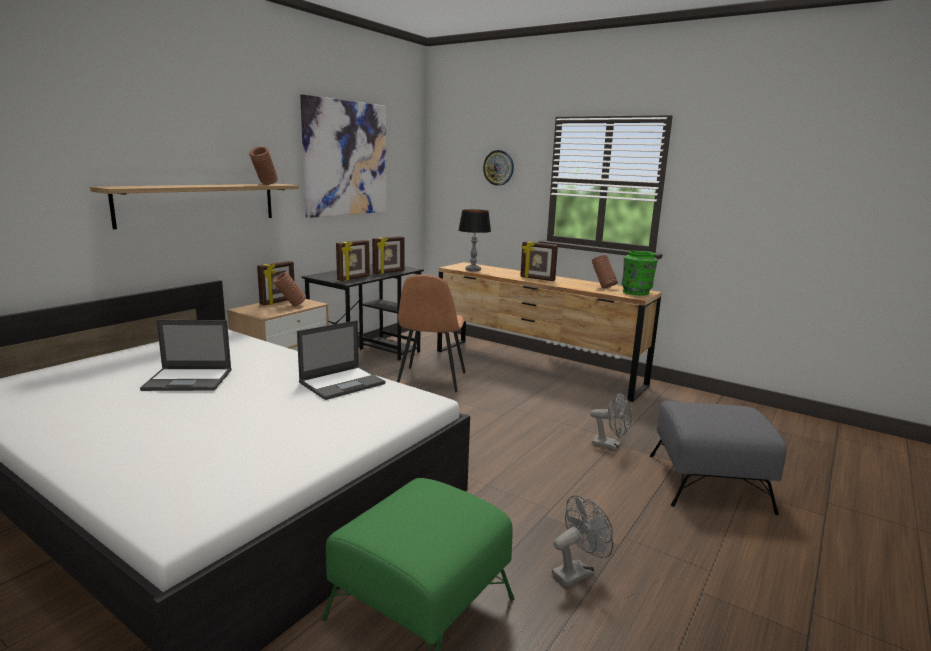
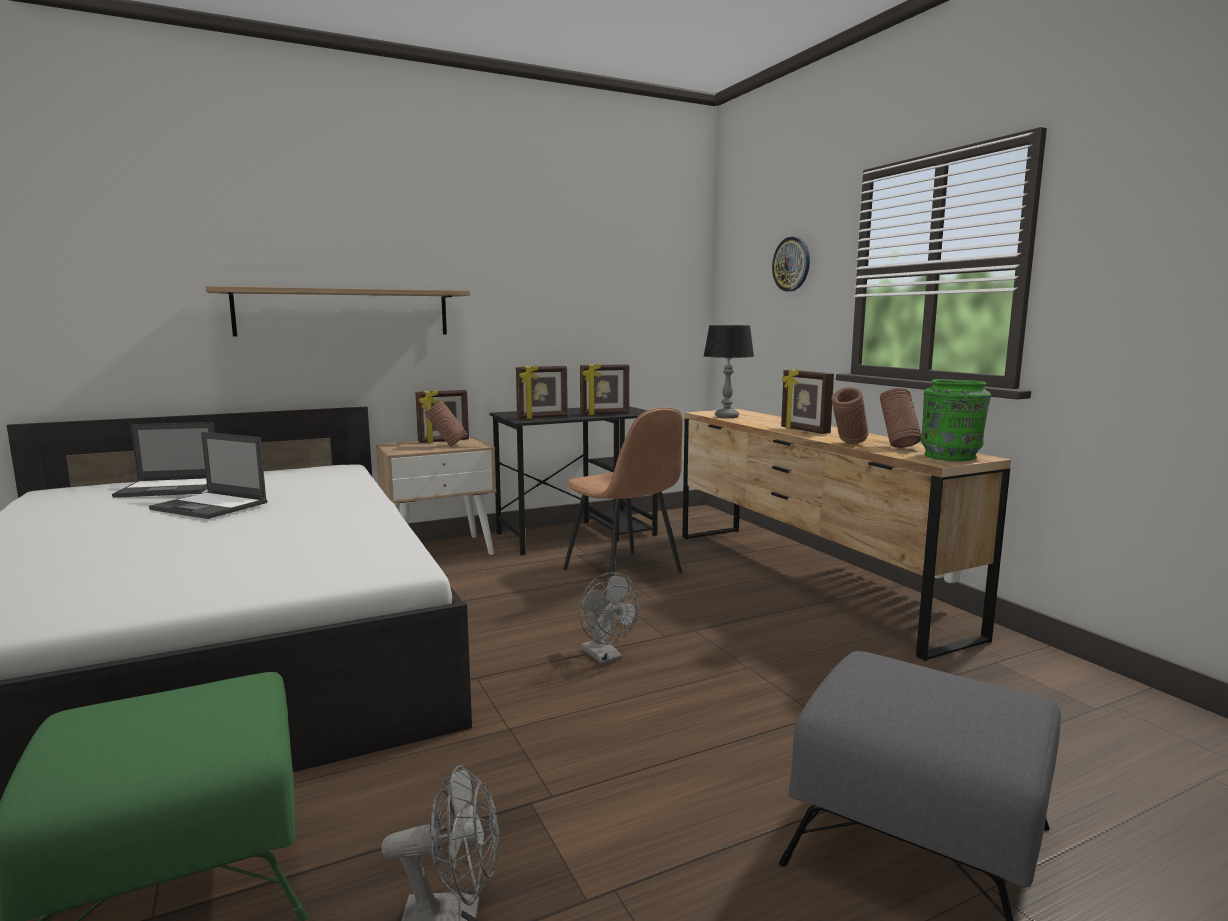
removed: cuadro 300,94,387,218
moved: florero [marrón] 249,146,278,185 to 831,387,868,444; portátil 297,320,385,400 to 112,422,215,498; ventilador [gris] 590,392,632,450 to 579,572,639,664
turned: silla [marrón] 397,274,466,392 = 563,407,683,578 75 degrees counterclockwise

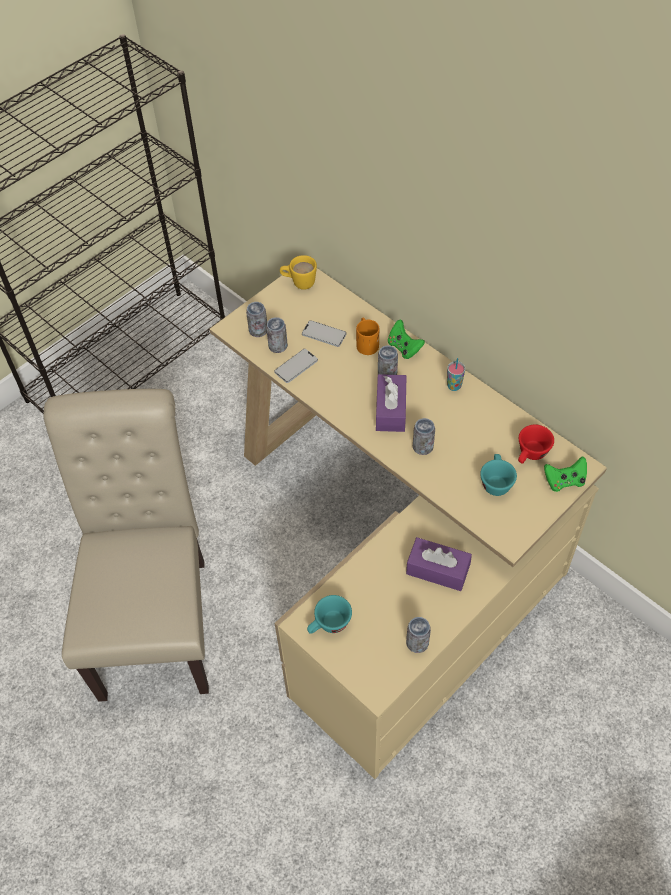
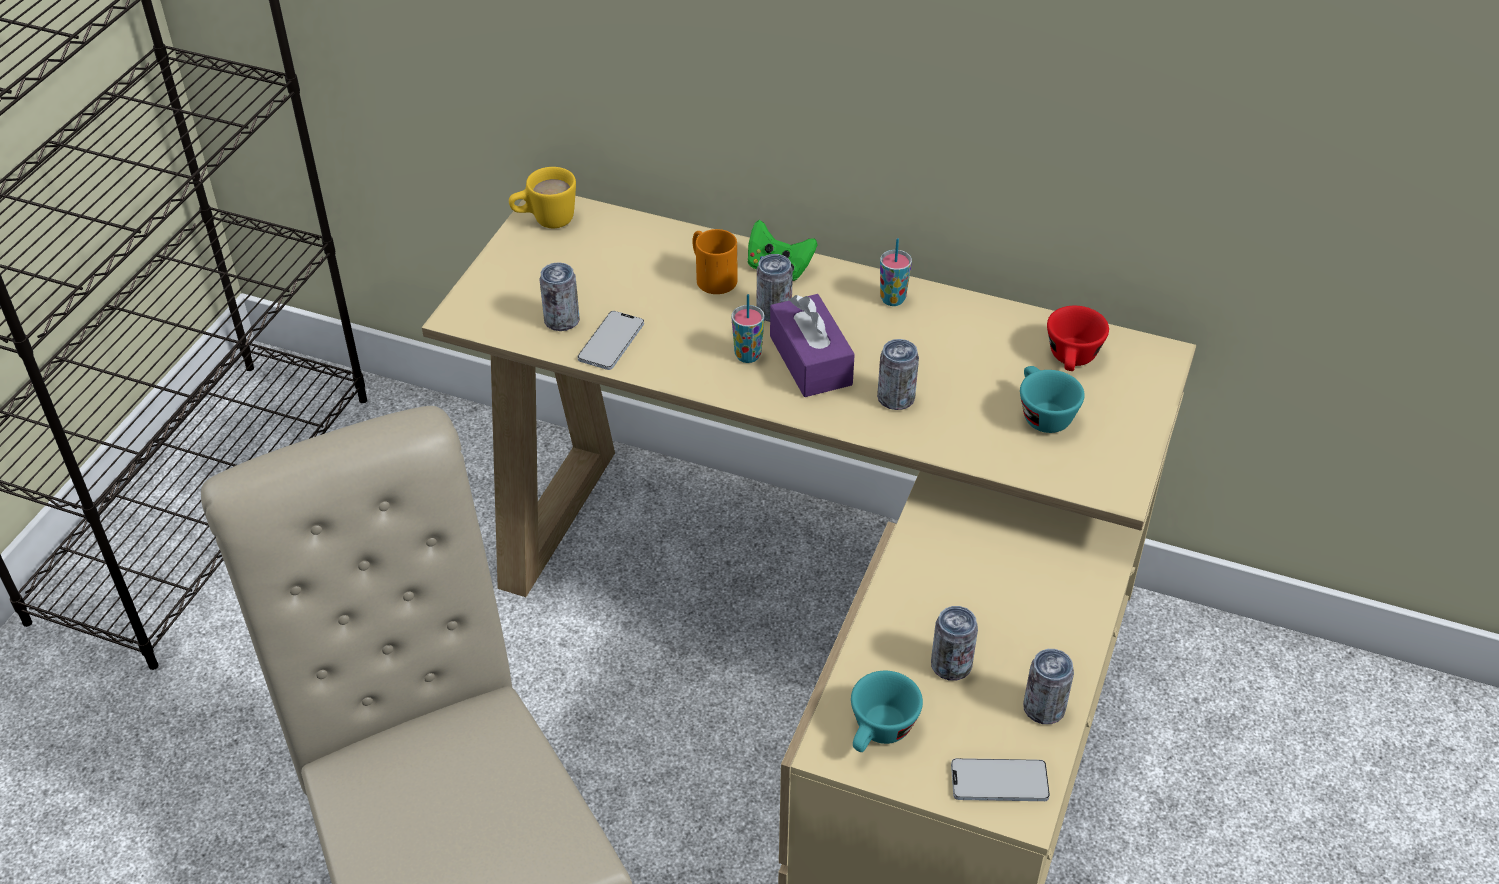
removed: caja de pañuelos [morado] 406,537,472,591; mando de consola [verde] 544,456,587,492
added: taza 731,294,765,363
moved: lata 246,302,267,337 to 931,606,978,681; móvil 302,320,347,347 to 951,758,1050,801

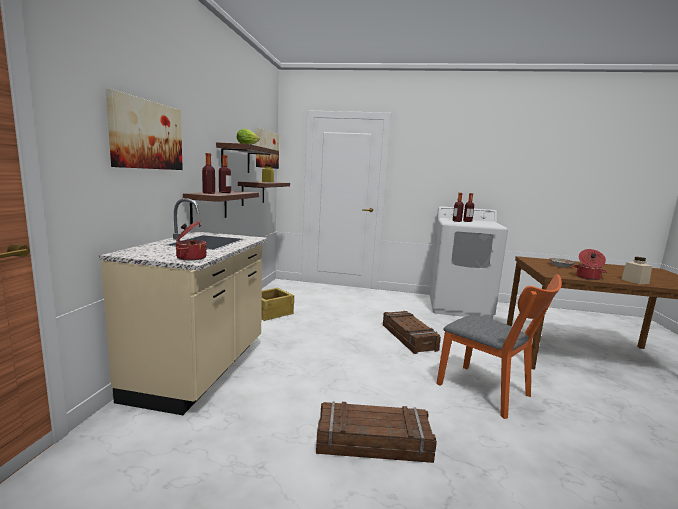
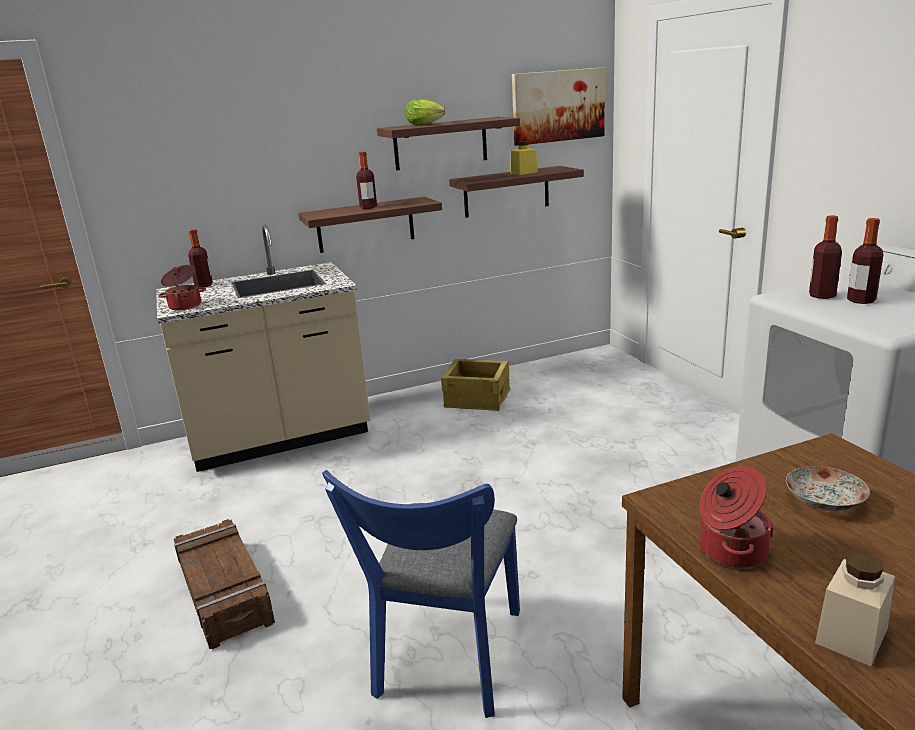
removed: cuadro 106,89,183,170; caja de embalaje 383,311,441,354
moved: botella 202,153,215,194 to 188,229,213,287
recoloured: silla [naranja] 436,274,562,419 to silla [azul] 322,470,520,718

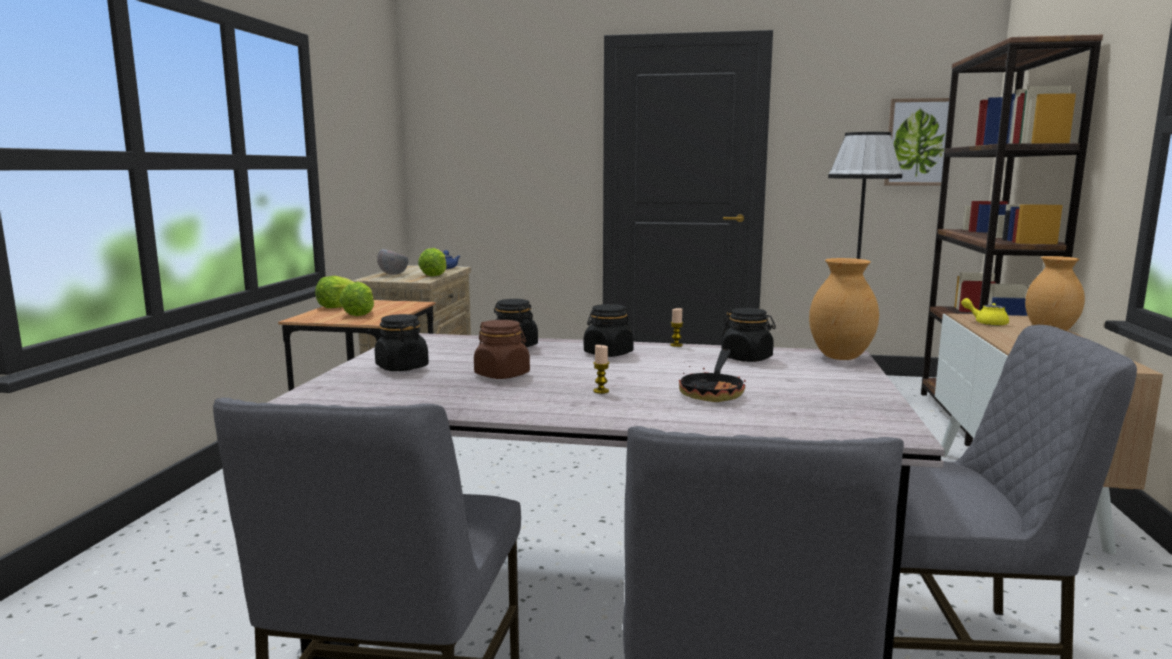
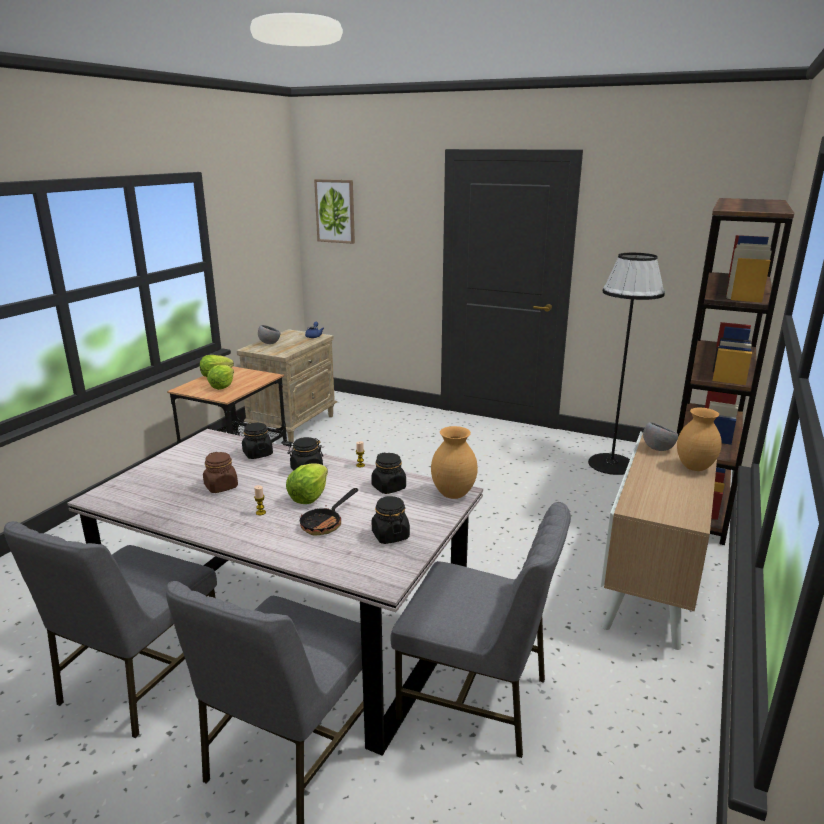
moved: tarro [negro] 375,314,429,371 to 372,496,410,544; lechuga 418,248,447,276 to 286,463,328,504; cuadro 884,98,949,186 to 314,179,355,244
replaced: tetera [amarillo] 961,298,1009,326 to cuenco [gris] 643,422,678,451

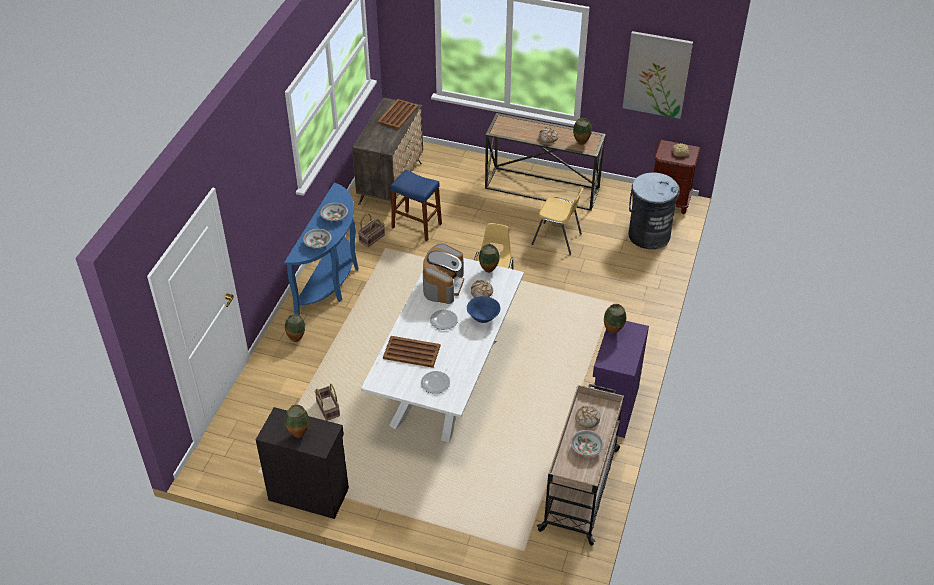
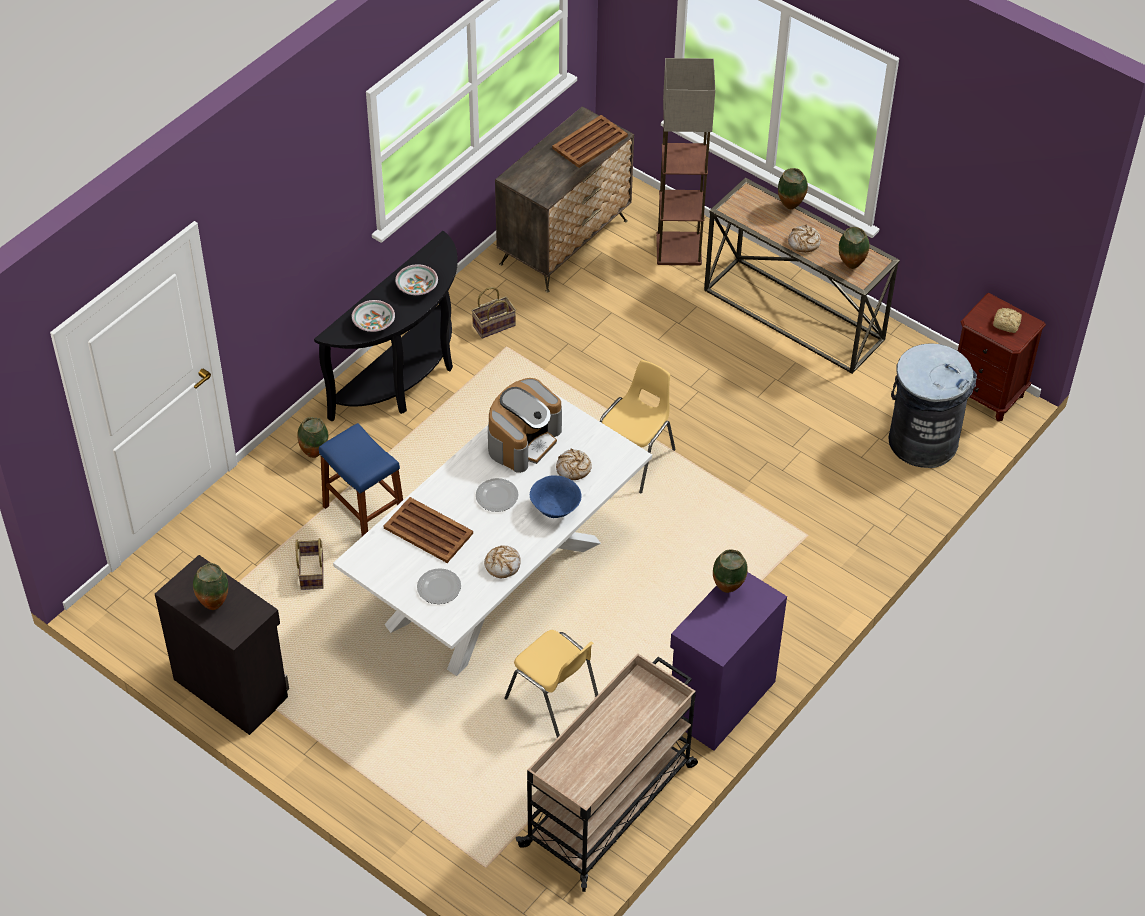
removed: cuenco 571,430,604,456; cuadro 623,31,693,119
added: lámpara de pie 656,58,715,266
moved: taburete [azul] 391,169,442,241 to 319,423,403,536; florero 479,244,500,273 to 778,168,808,209; silla [amarillo] 532,188,583,255 to 504,630,598,738; pan 575,406,600,428 to 484,545,521,578
recoloured: mesa consola [azul] 284,183,358,315 to mesa consola [negro] 314,231,458,422

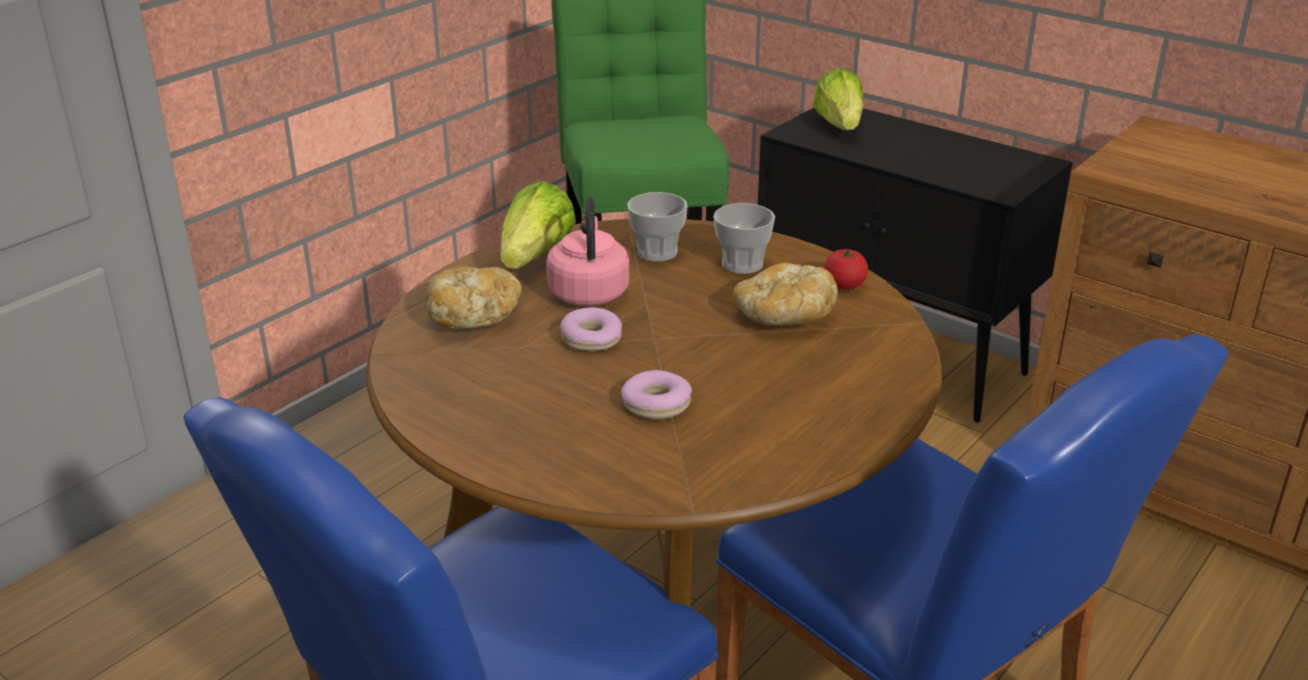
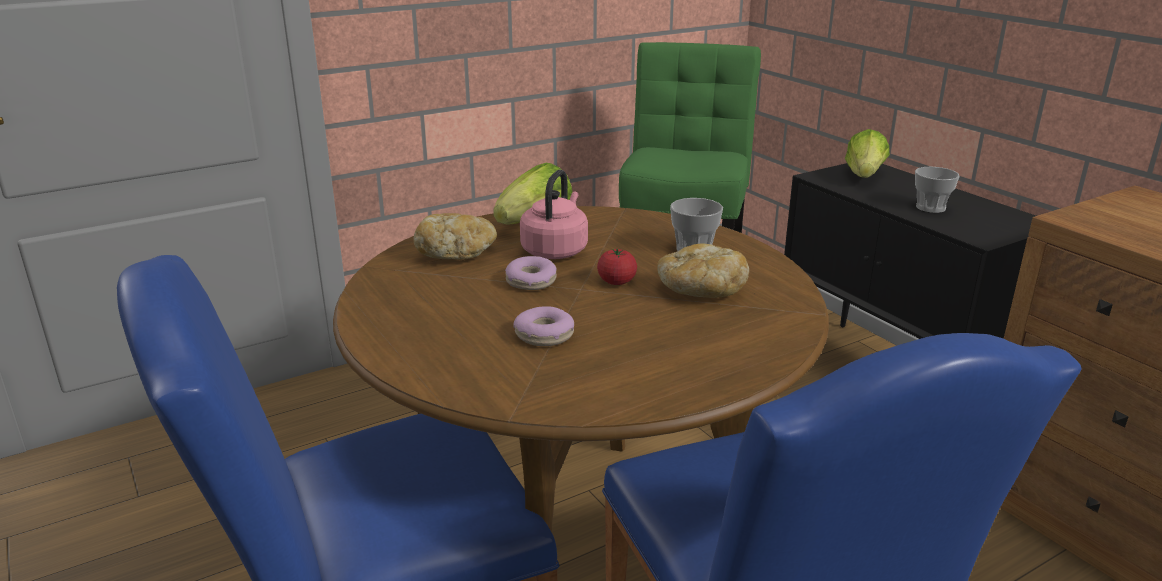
moved: taza 627,192,688,262 to 915,167,960,213; tomate 824,249,868,290 to 597,249,637,285

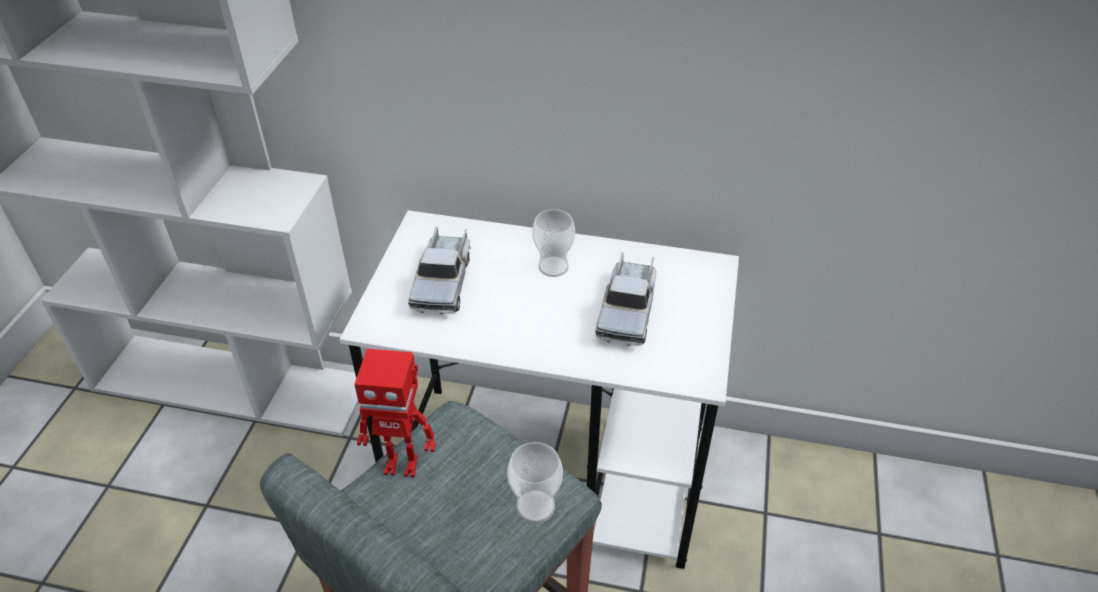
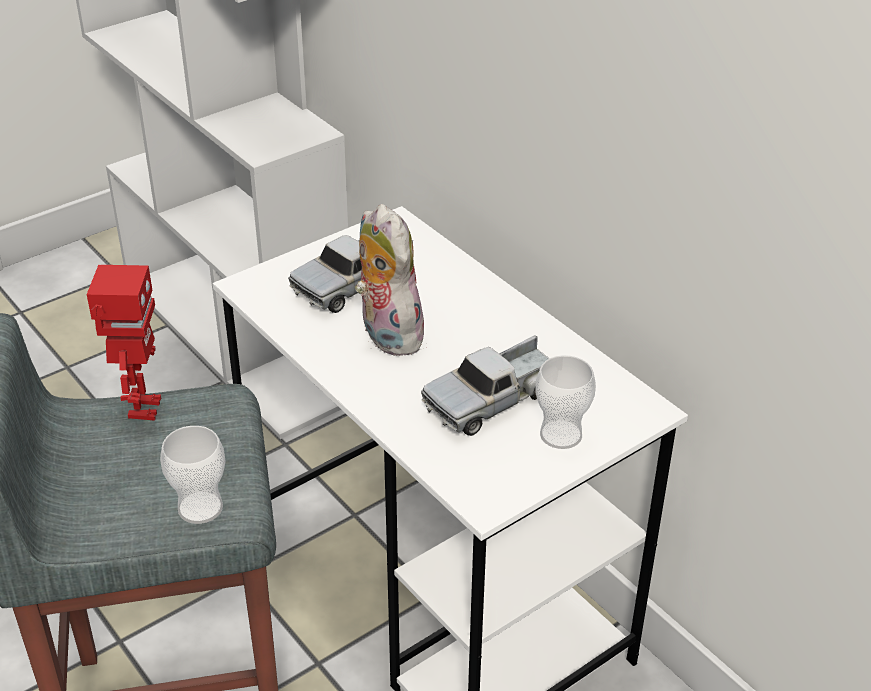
added: peluche 355,204,428,356
moved: taza 532,209,575,277 to 535,355,596,449
turned: robot de juguete 354,349,436,478 = 87,265,161,421 135 degrees counterclockwise

